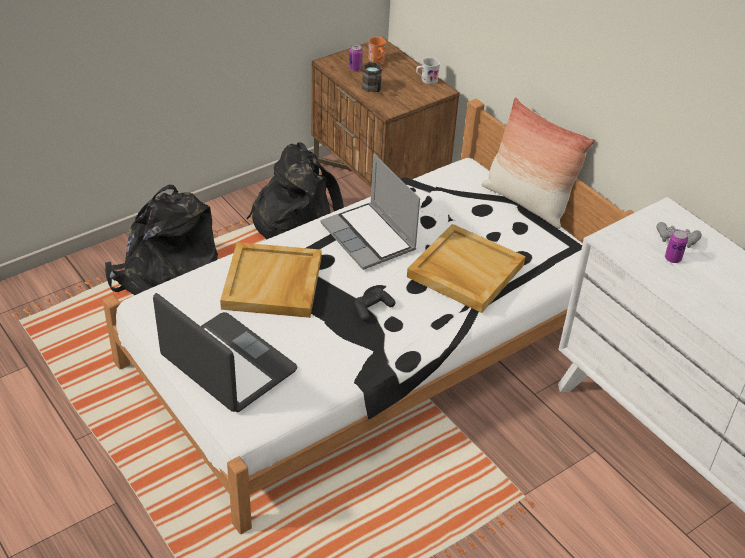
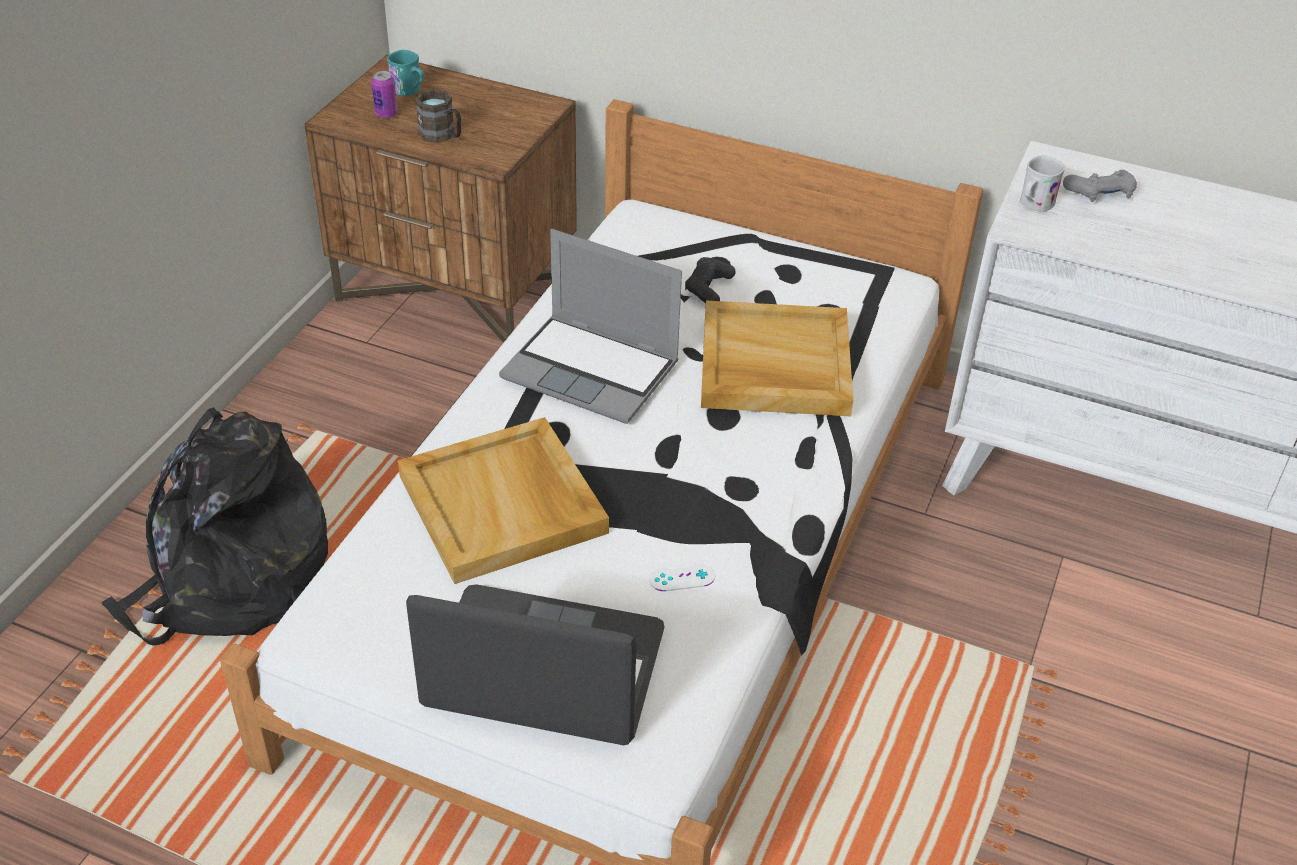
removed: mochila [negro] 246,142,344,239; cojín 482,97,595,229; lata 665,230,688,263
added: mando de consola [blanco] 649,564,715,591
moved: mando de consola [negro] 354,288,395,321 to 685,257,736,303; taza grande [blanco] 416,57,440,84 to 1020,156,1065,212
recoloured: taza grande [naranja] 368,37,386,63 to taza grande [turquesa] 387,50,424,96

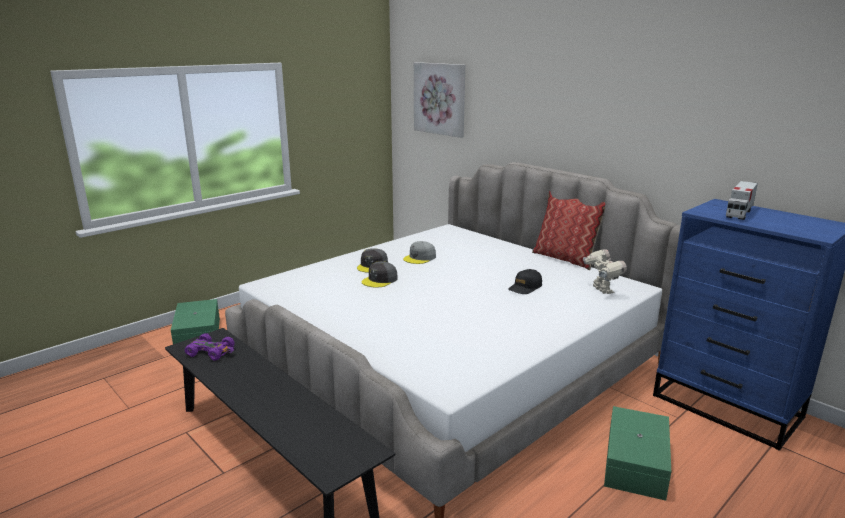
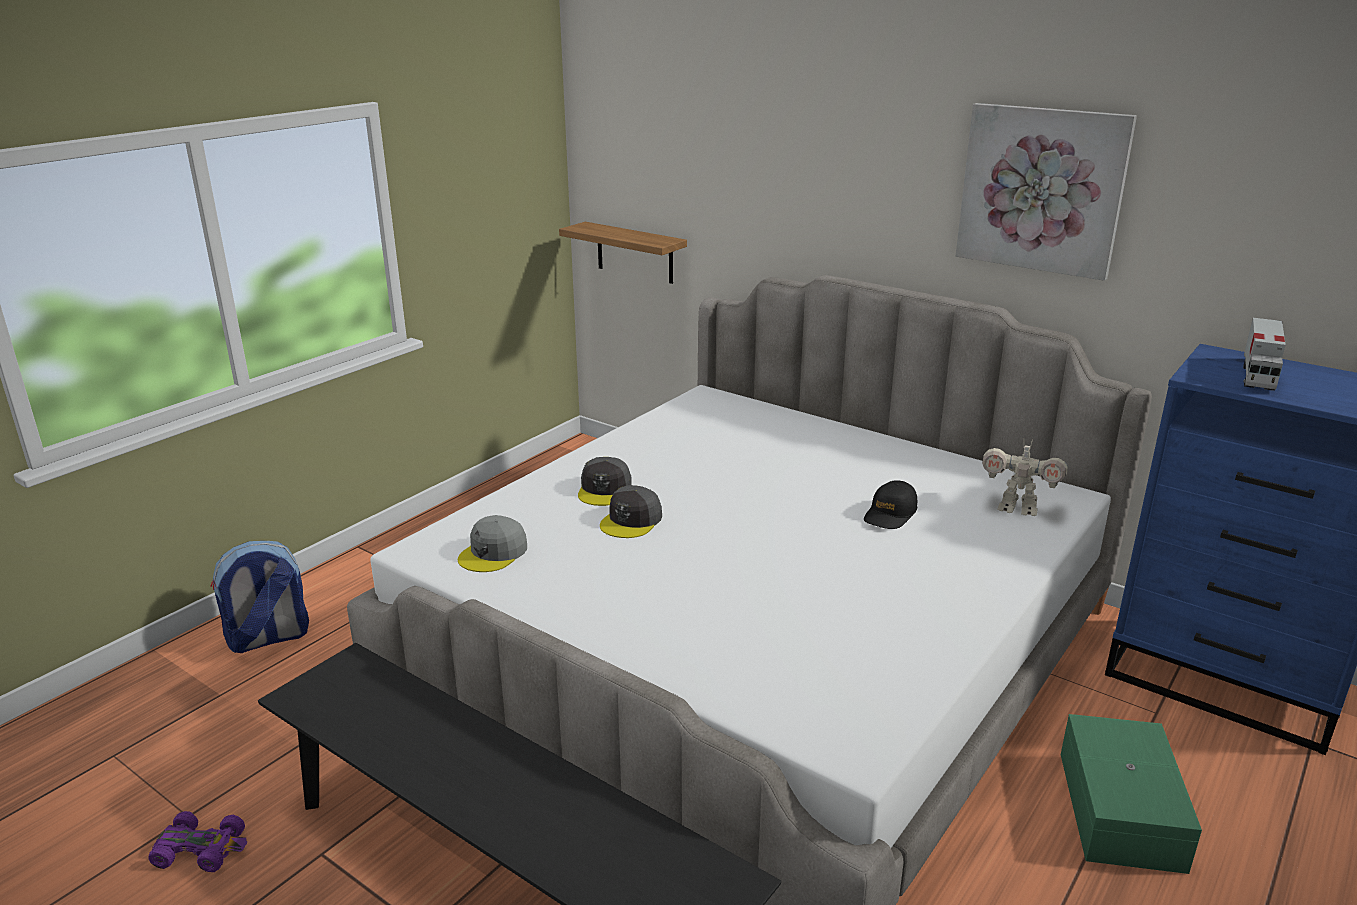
removed: cojín 532,191,605,270
added: estante 559,222,687,284
moved: coche de juguete [morado] 185,333,235,361 to 148,811,247,872; gorra [gris] 403,241,436,264 to 458,515,527,572; cuadro 414,62,465,138 to 956,103,1137,281
replaced: caja de almacenaje [verde] 171,299,220,344 to mochila 210,541,309,653
turned: robot de juguete 583,250,627,294 = 982,439,1068,516 135 degrees clockwise

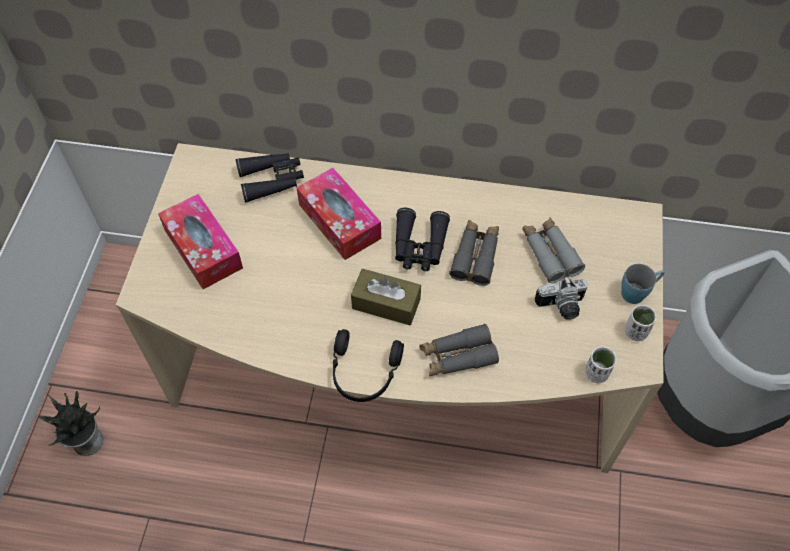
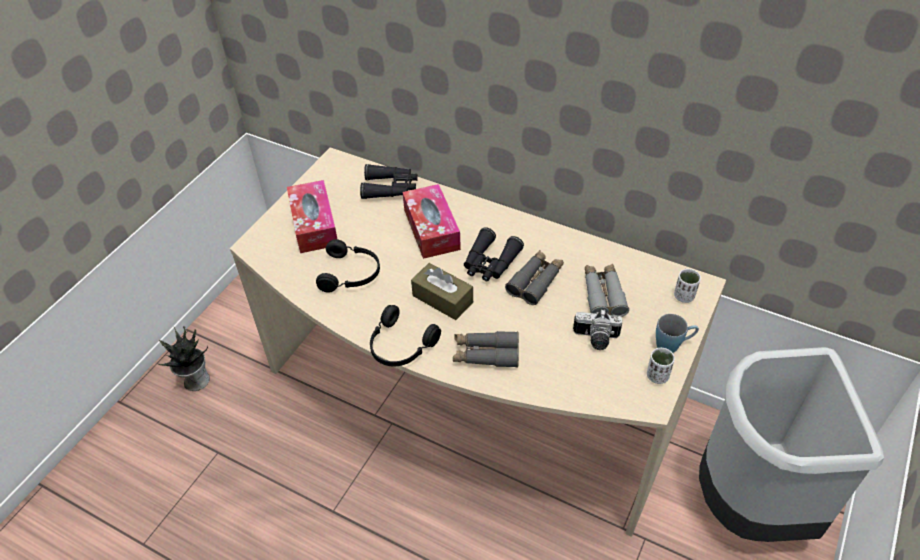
added: auriculares [negro] 316,239,380,292
moved: taza [blanco] 585,347,617,383 to 674,269,701,303

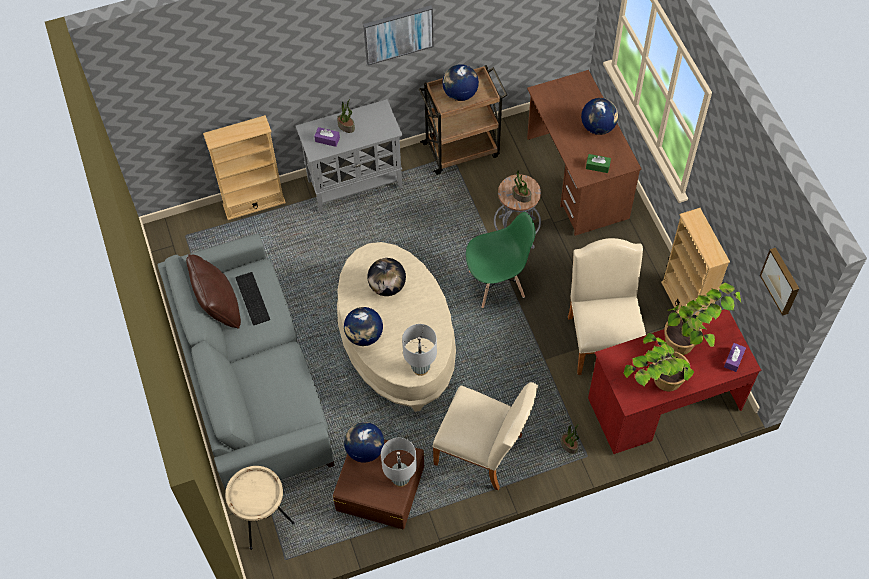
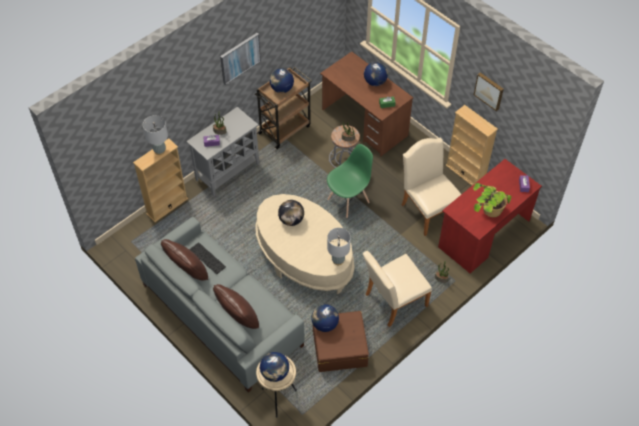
removed: planta en maceta 664,282,742,355
added: cojín [marrón] 213,284,259,329
moved: globo terráqueo 344,307,383,346 to 260,352,289,382; lámpara de mesa [gris] 381,438,417,487 to 143,115,168,155; cuadro 760,247,799,316 to 474,72,504,111
turned: silla [beis] 432,382,538,490 = 363,251,432,327 150 degrees clockwise

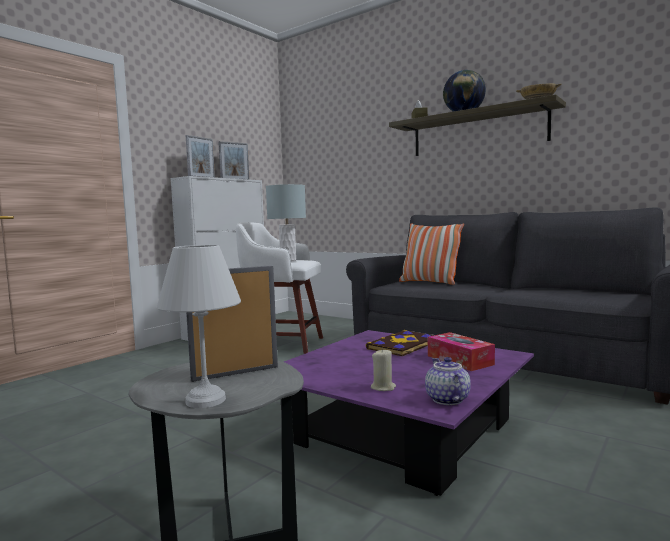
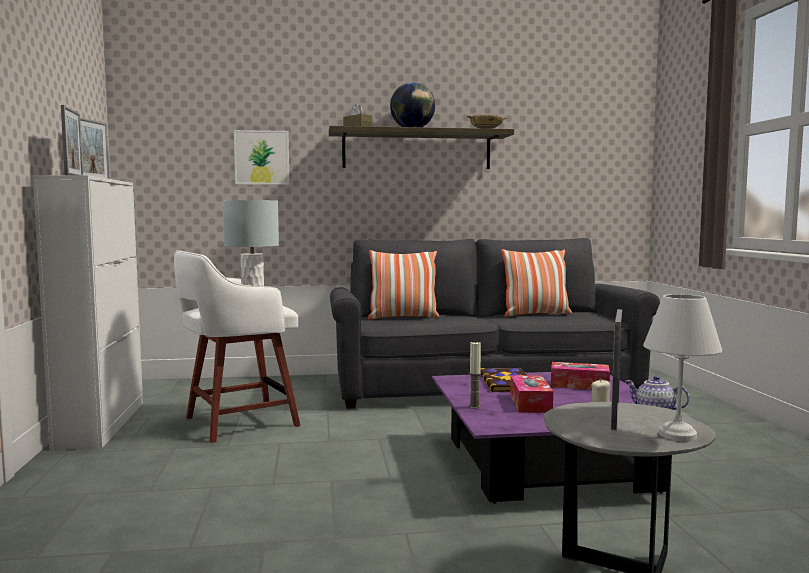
added: cuadro 234,130,290,185; vela 469,341,481,409; cojín 501,249,572,317; caja de pañuelos 510,375,553,413

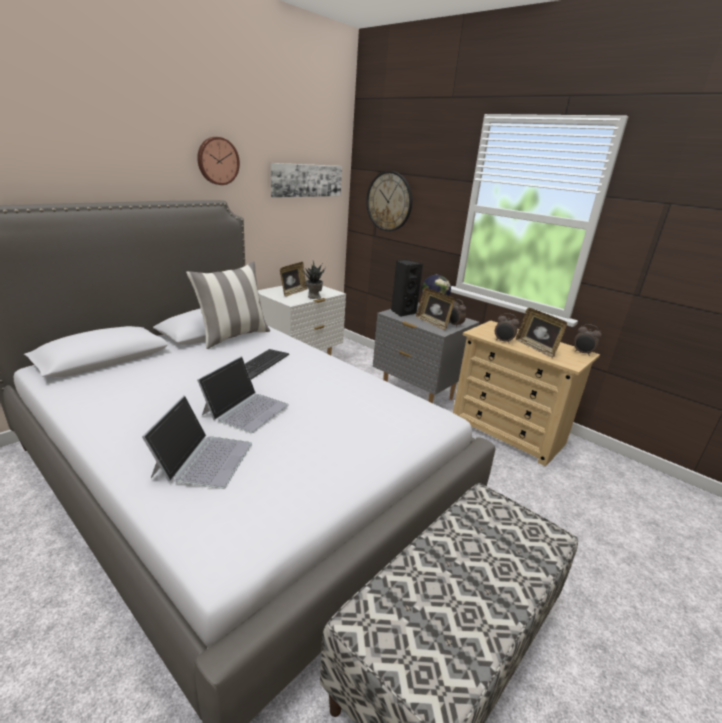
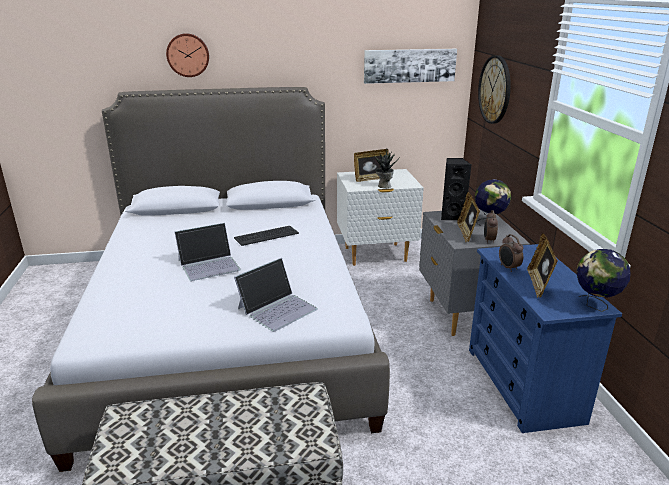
removed: cojín 186,261,270,349
moved: portátil 142,396,252,489 to 234,258,318,332; reloj de pared 197,137,240,185 to 166,33,209,77
replaced: despertador 574,324,602,356 to globo terráqueo 576,249,631,312
recoloured: cómoda [beis] 453,320,600,467 to cómoda [azul] 469,244,622,433

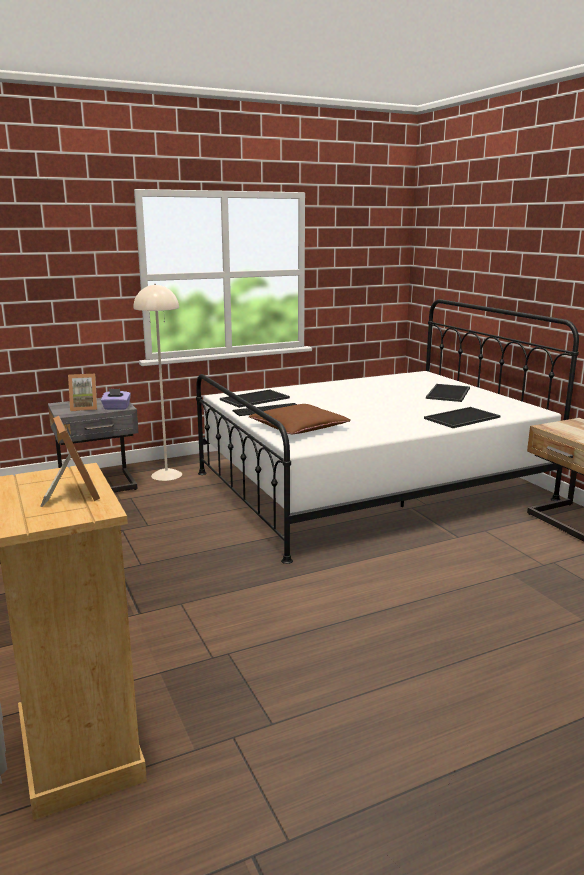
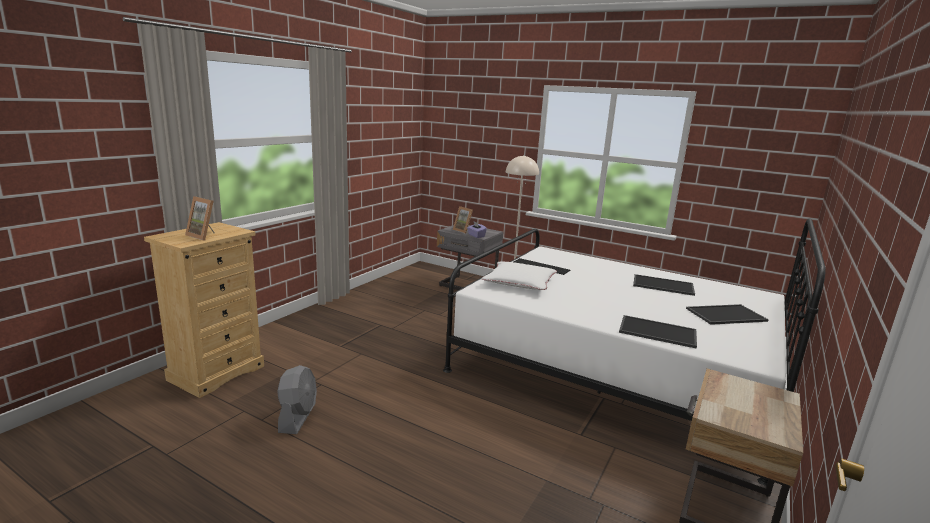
added: ventilador [gris] 277,365,317,434
moved: bandeja 220,389,290,408 to 633,274,695,296
recoloured: cojín [marrón] 249,404,351,434 to cojín [blanco] 482,262,557,290
turned: portarretratos 40,416,100,507 = 185,196,214,241 90 degrees clockwise

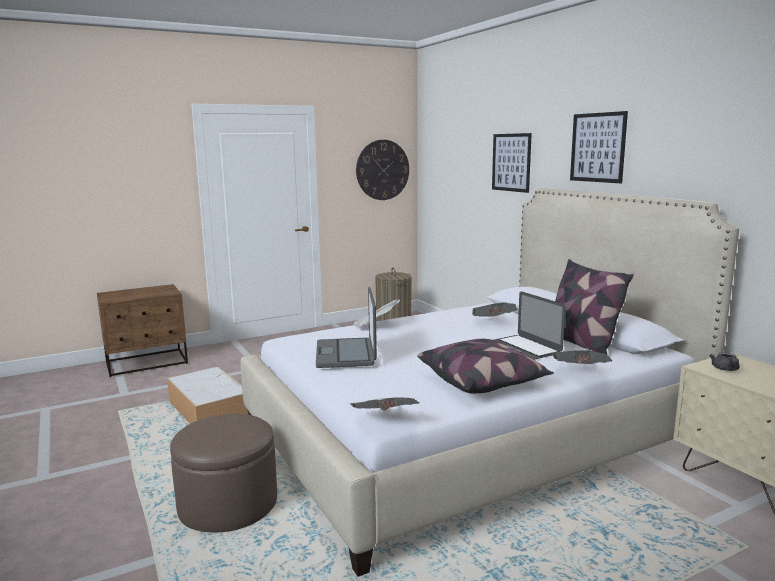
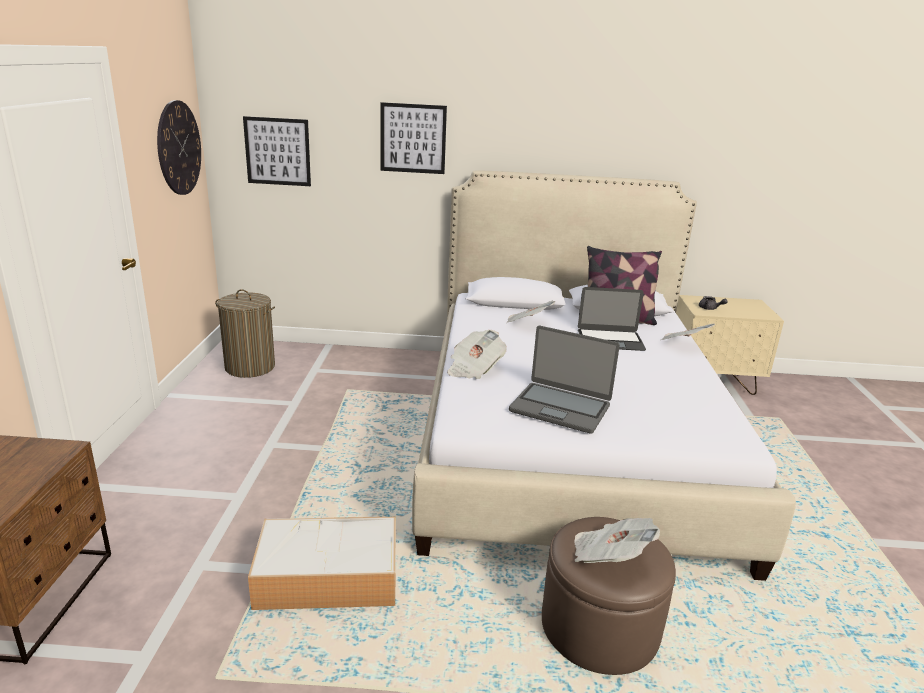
removed: cojín 417,339,554,394
moved: periódico 349,397,420,411 to 574,518,660,563; cuadro 570,111,628,183 to 243,116,311,186

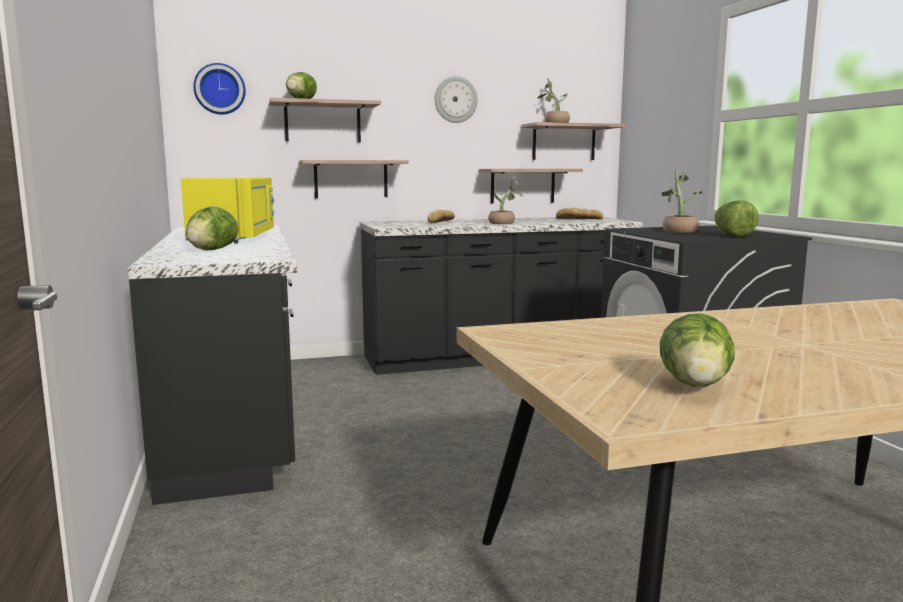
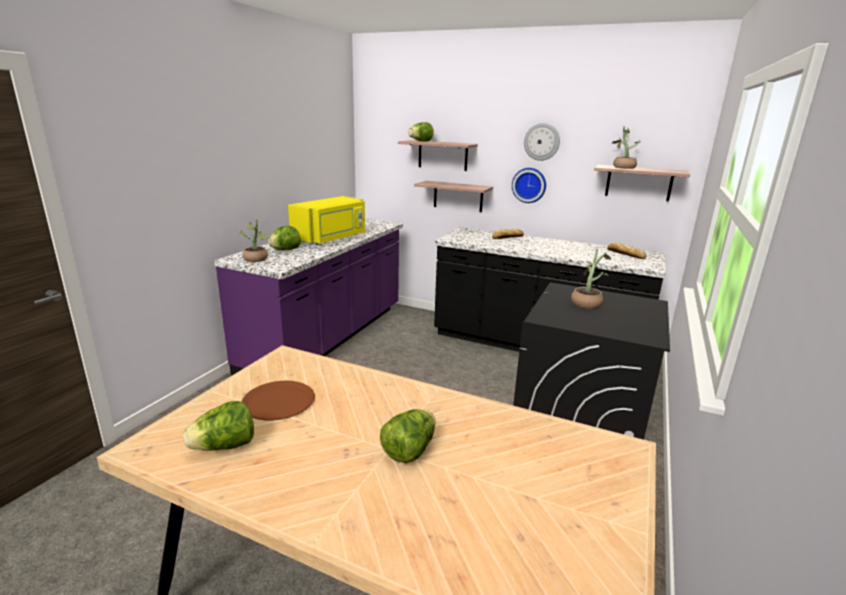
removed: estante 479,169,583,204
added: plato [marrón] 241,381,315,420
moved: reloj de pared 193,63,246,115 to 512,168,546,203; planta en maceta 488,175,523,224 to 239,219,268,262; lechuga 714,200,759,237 to 380,409,436,463
recoloured: mueble bajo de cocina [negro] 128,225,297,505 to mueble bajo de cocina [morado] 214,218,403,376

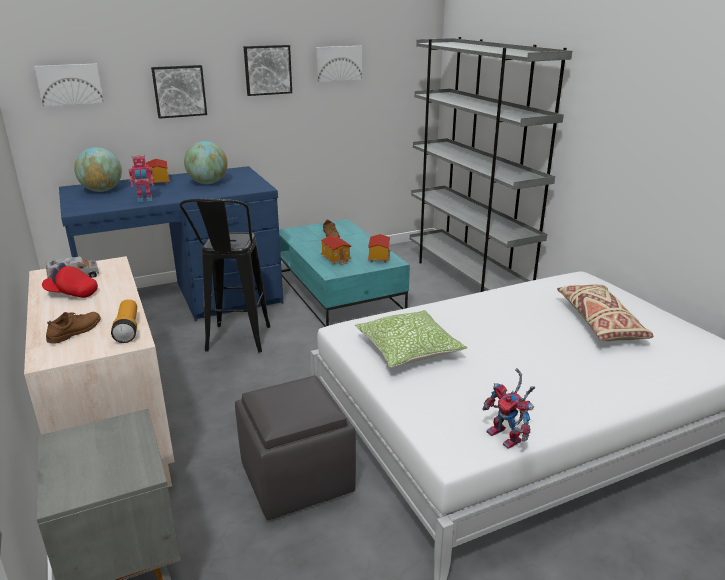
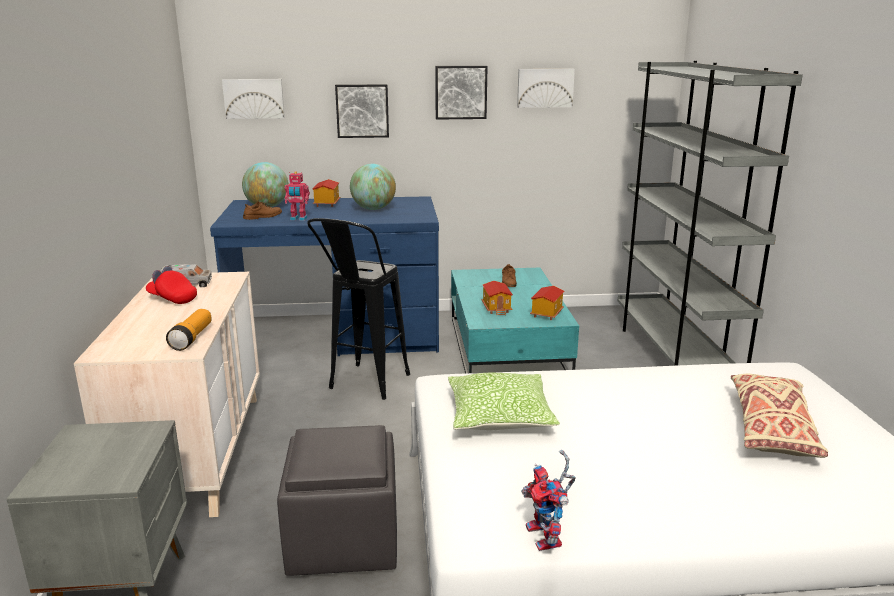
moved: zapato [marrón] 46,312,101,343 to 243,201,282,220

